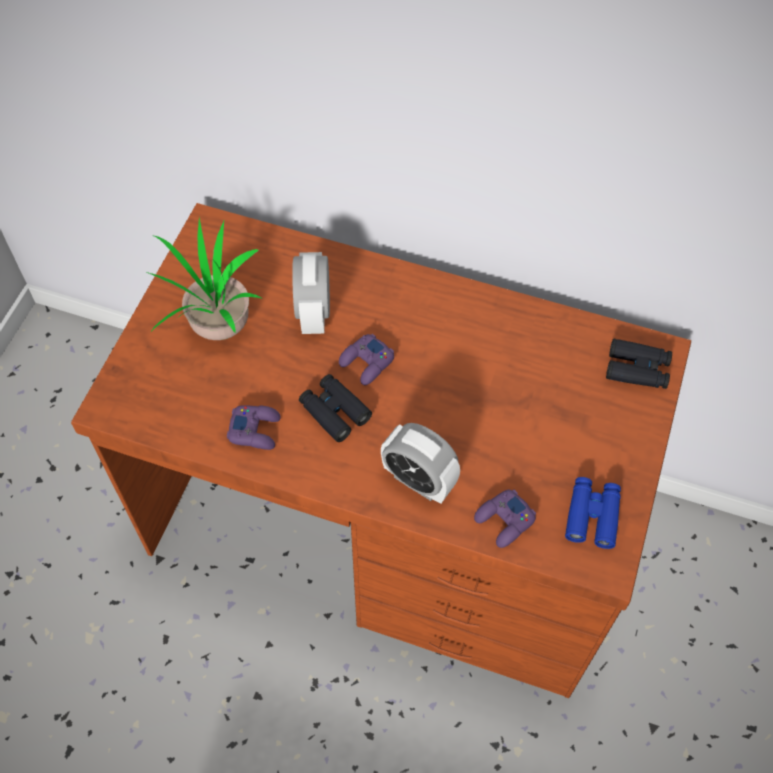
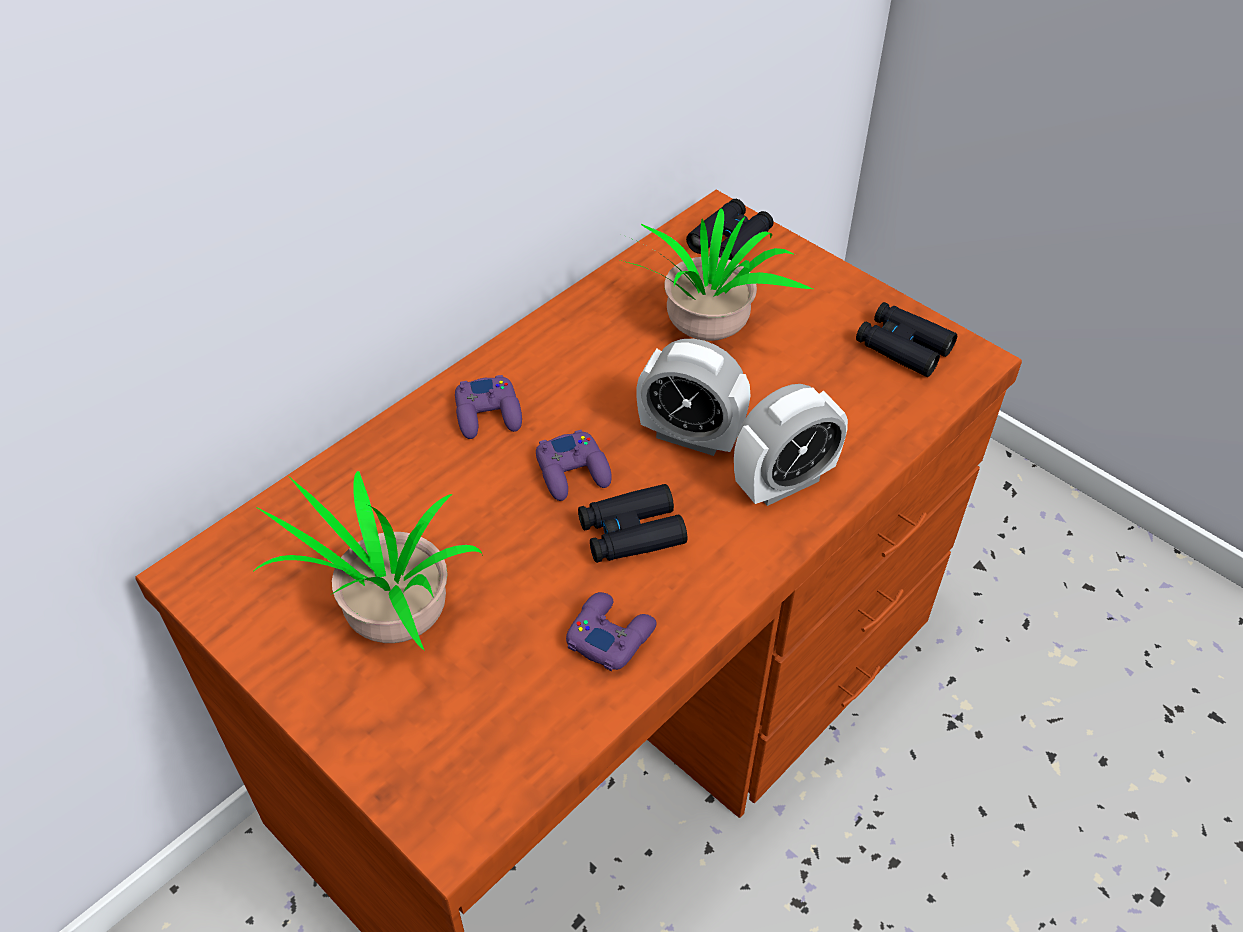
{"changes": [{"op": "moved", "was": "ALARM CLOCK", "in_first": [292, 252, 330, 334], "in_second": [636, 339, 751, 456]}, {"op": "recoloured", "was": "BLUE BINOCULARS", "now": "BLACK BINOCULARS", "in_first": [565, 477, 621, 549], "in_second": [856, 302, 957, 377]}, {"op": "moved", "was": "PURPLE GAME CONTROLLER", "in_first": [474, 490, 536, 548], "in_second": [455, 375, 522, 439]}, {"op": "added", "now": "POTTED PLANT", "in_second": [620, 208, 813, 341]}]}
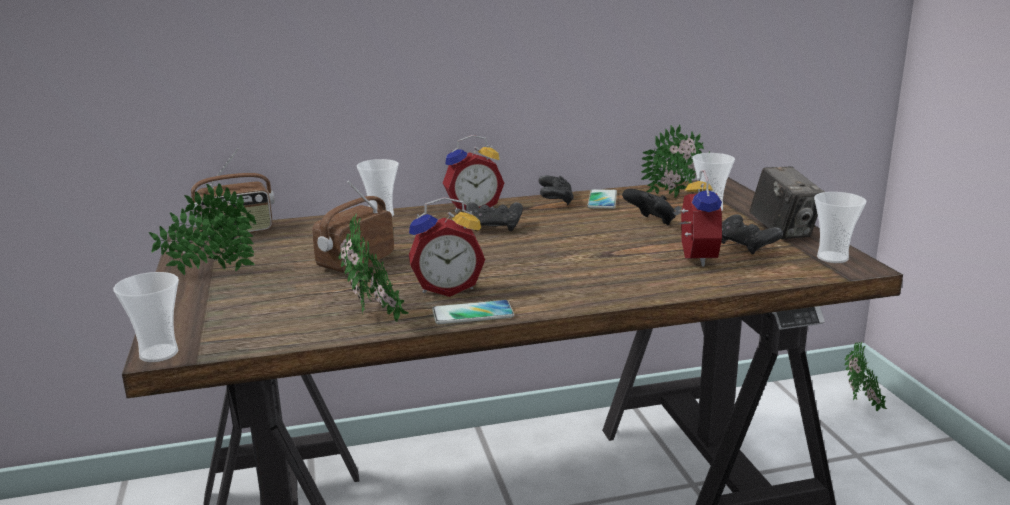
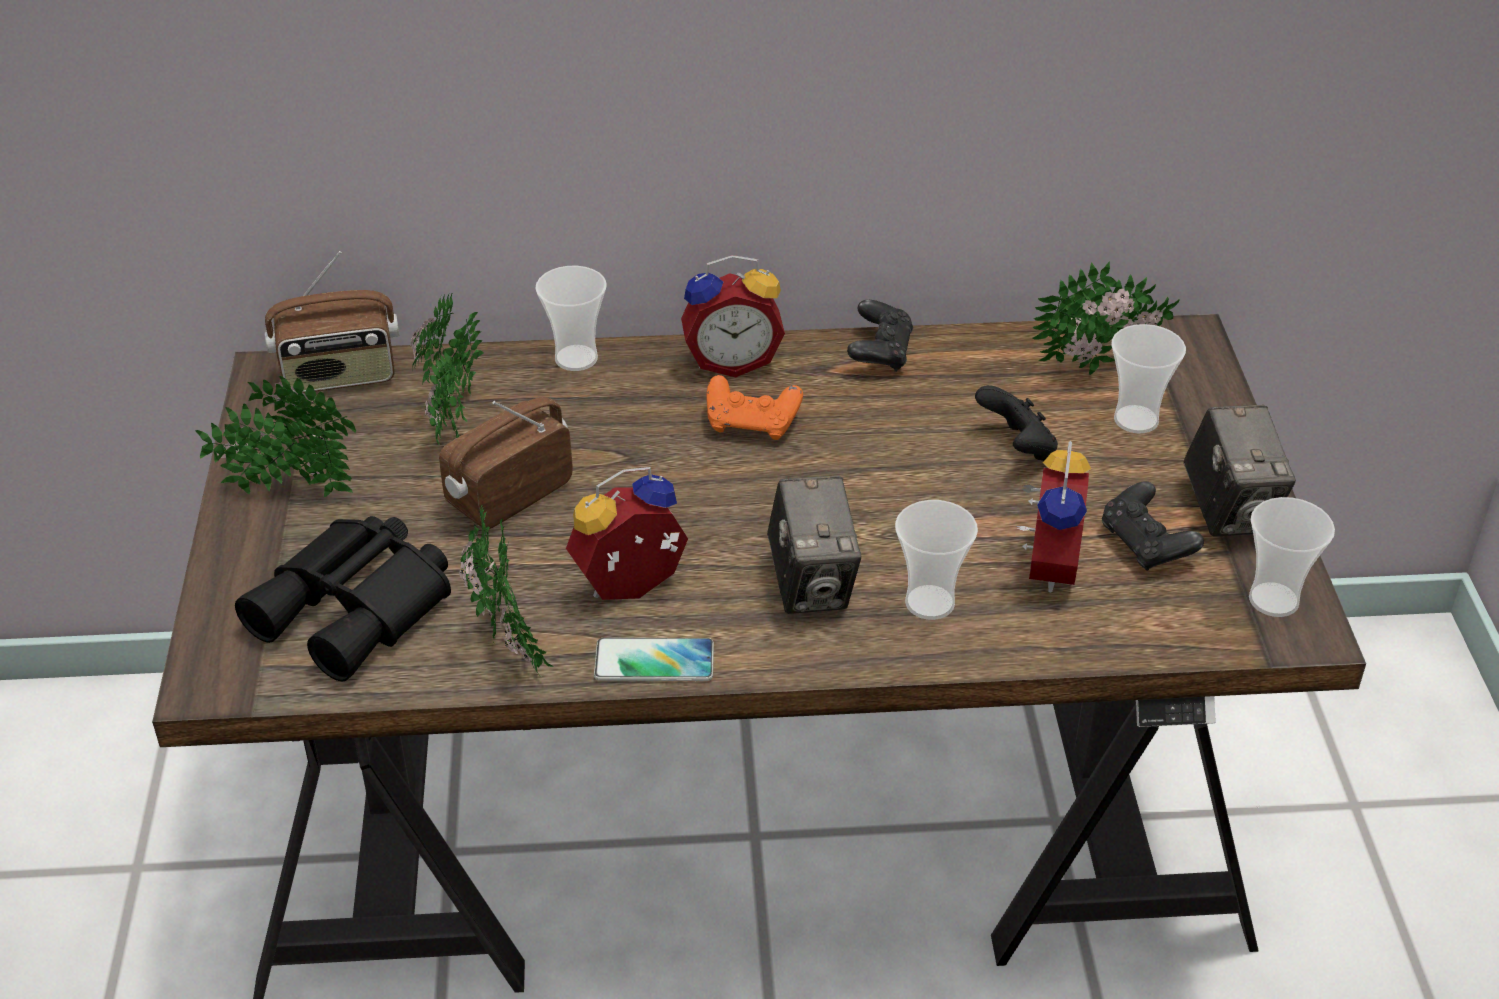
{"changes": [{"op": "removed", "was": "PHONE", "in_first": [587, 189, 617, 209]}, {"op": "turned", "was": "ALARM CLOCK", "in_first": [409, 197, 485, 297], "in_second": [566, 467, 688, 600], "clockwise": 150}, {"op": "recoloured", "was": "BLACK GAME CONTROLLER", "now": "ORANGE GAME CONTROLLER", "in_first": [466, 202, 523, 231], "in_second": [707, 375, 803, 440]}, {"op": "moved", "was": "CUP", "in_first": [113, 272, 179, 362], "in_second": [895, 500, 978, 620]}, {"op": "moved", "was": "POTTED PLANT", "in_first": [844, 341, 887, 411], "in_second": [410, 294, 484, 445]}, {"op": "added", "now": "PHOTO CAMERA", "in_second": [767, 476, 861, 614]}, {"op": "added", "now": "BLACK BINOCULARS", "in_second": [235, 516, 451, 682]}]}
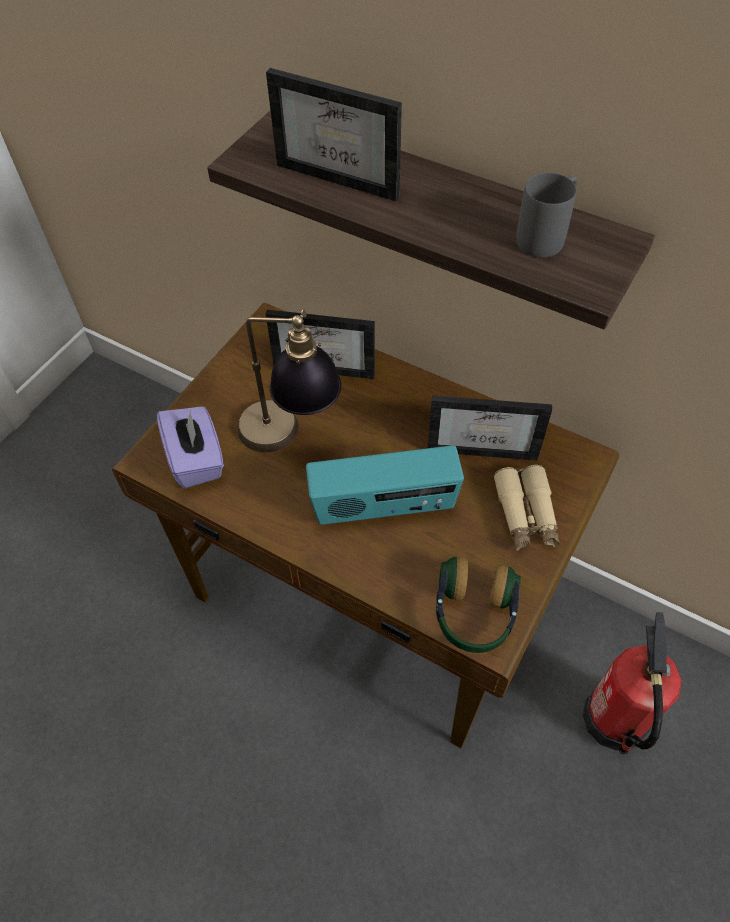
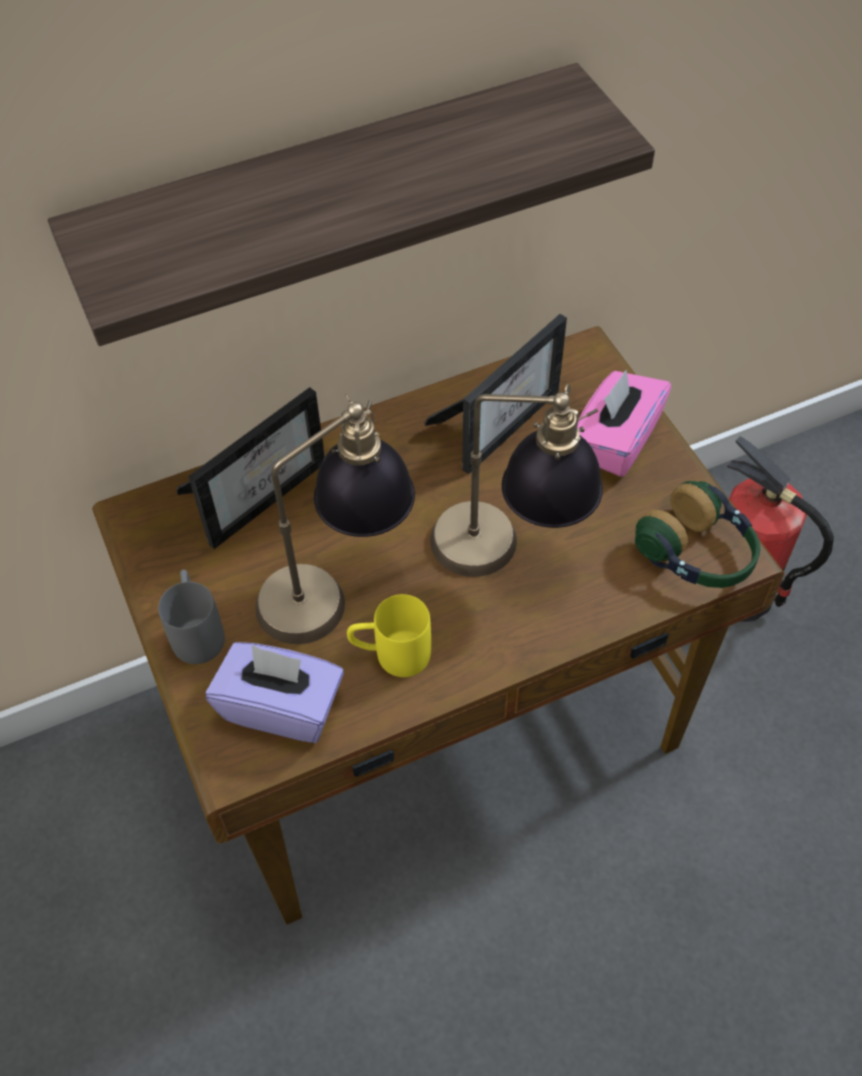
{"changes": [{"op": "removed", "was": "PICTURE FRAME", "in_first": [266, 68, 402, 201]}, {"op": "moved", "was": "GREY MUG", "in_first": [516, 173, 577, 258], "in_second": [158, 570, 225, 664]}, {"op": "replaced", "was": "RADIO", "now": "TABLE LAMP", "in_first": [306, 445, 464, 525], "in_second": [430, 384, 603, 577]}, {"op": "replaced", "was": "BEIGE BINOCULARS", "now": "PINK TISSUE BOX", "in_first": [493, 465, 560, 551], "in_second": [577, 370, 672, 477]}, {"op": "added", "now": "YELLOW MUG", "in_second": [347, 594, 431, 677]}]}
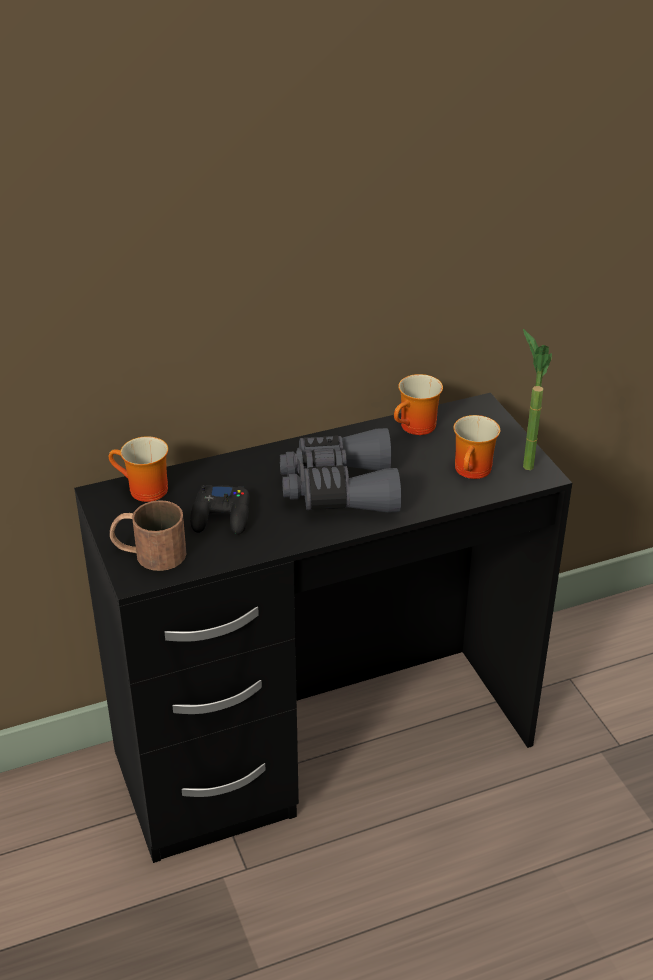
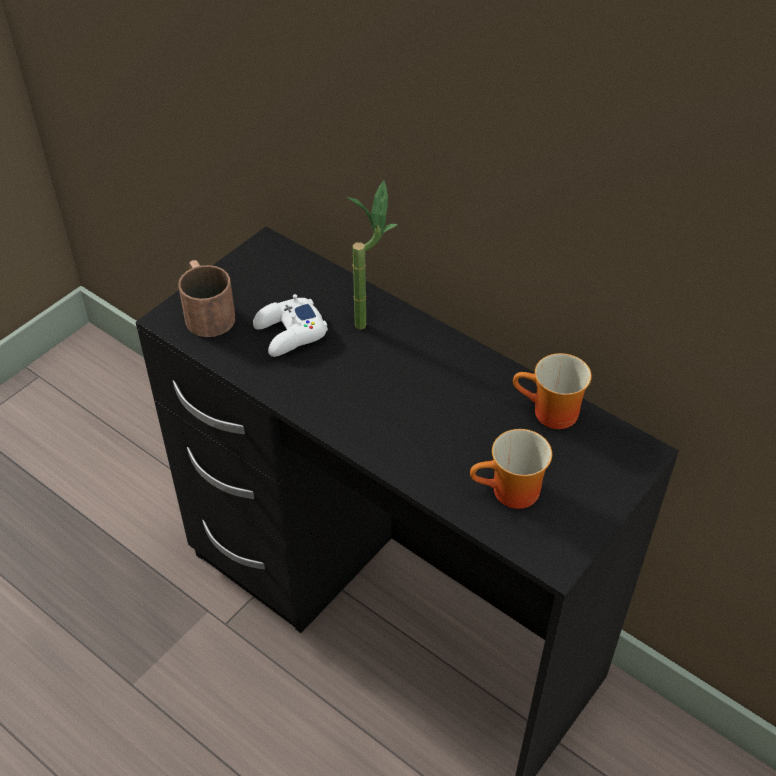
{"changes": [{"op": "moved", "was": "POTTED PLANT", "in_first": [523, 329, 552, 470], "in_second": [347, 180, 398, 330]}, {"op": "removed", "was": "GREY BINOCULARS", "in_first": [280, 428, 401, 513]}, {"op": "removed", "was": "MUG", "in_first": [109, 436, 168, 502]}, {"op": "recoloured", "was": "BLACK GAME CONTROLLER", "now": "WHITE GAME CONTROLLER", "in_first": [190, 485, 250, 535], "in_second": [253, 294, 328, 357]}]}
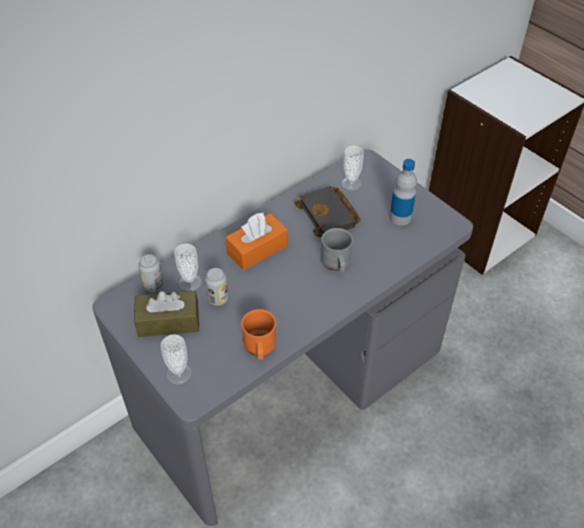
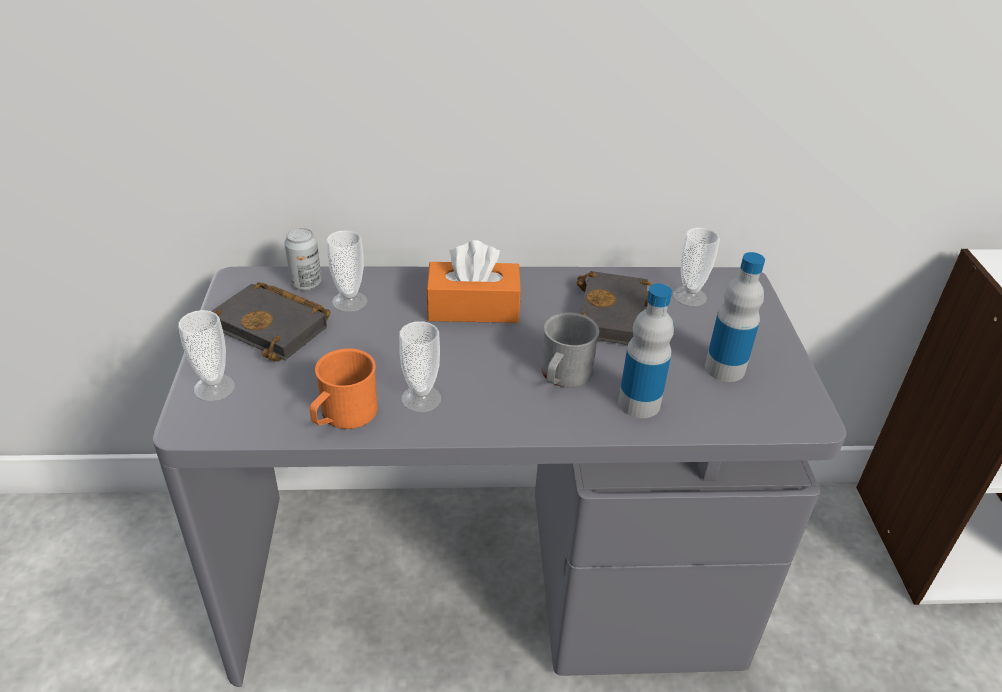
{"changes": [{"op": "removed", "was": "CAN", "in_first": [205, 268, 229, 306]}, {"op": "replaced", "was": "BROWN TISSUE BOX", "now": "BLACK BOOK", "in_first": [134, 291, 199, 337], "in_second": [211, 282, 330, 362]}, {"op": "added", "now": "BOTTLE", "in_second": [618, 284, 674, 418]}, {"op": "added", "now": "CUP", "in_second": [399, 321, 441, 412]}]}
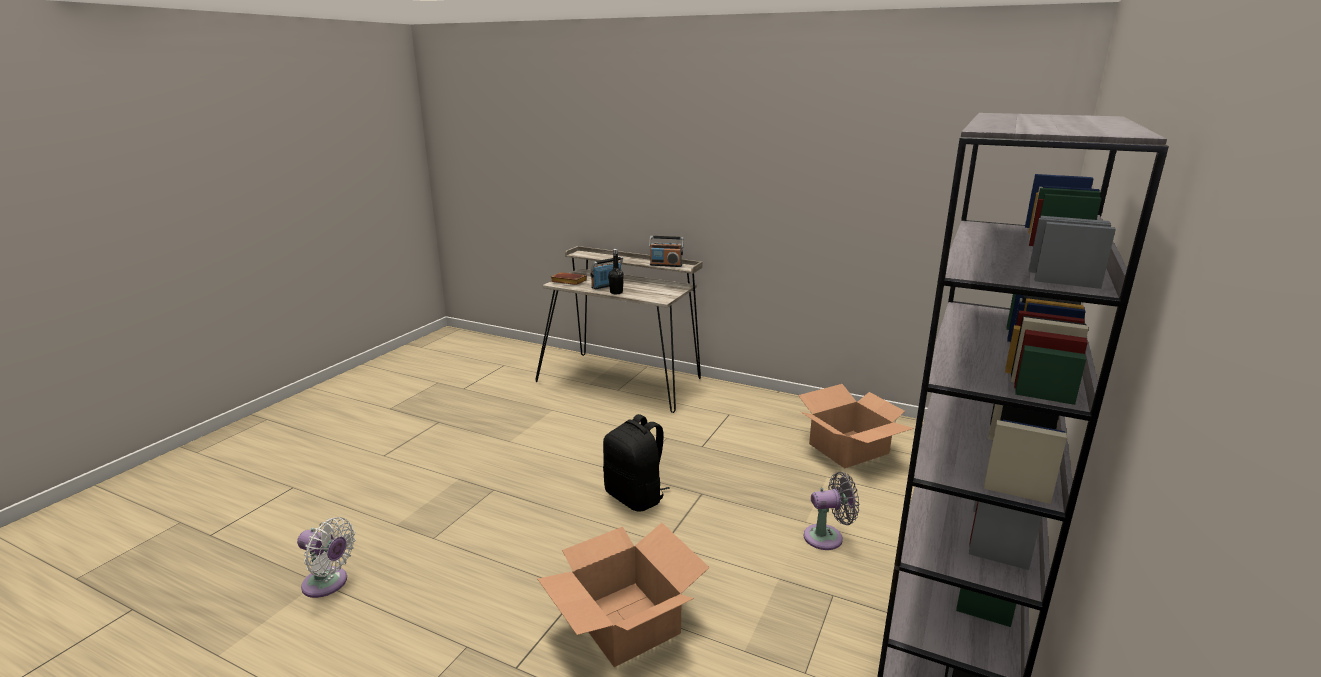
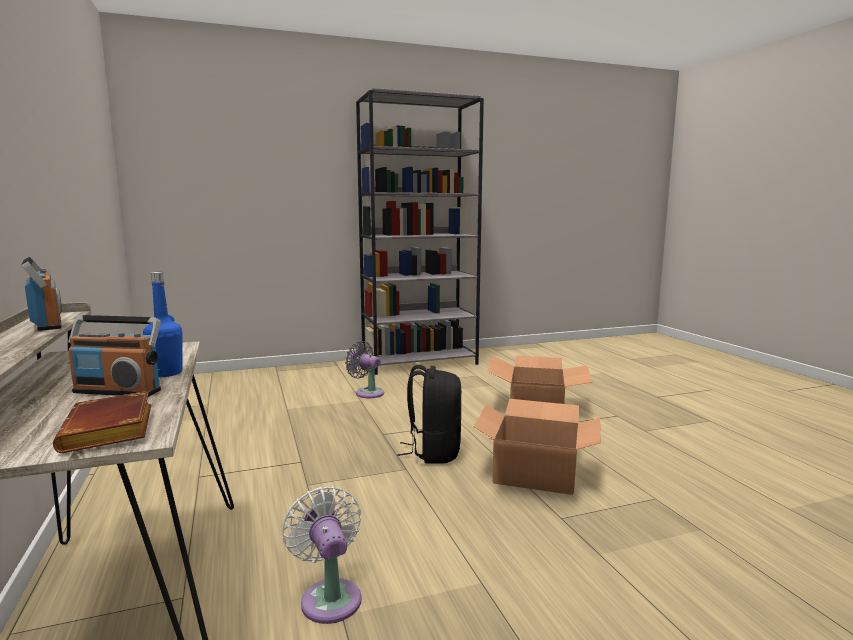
{"changes": [{"op": "recoloured", "was": "BLACK BOTTLE", "now": "BLUE BOTTLE", "in_first": [608, 249, 624, 294], "in_second": [143, 272, 182, 377]}, {"op": "moved", "was": "CARDBOARD BOX", "in_first": [798, 384, 914, 468], "in_second": [474, 399, 601, 495]}, {"op": "moved", "was": "WHITE FAN", "in_first": [297, 517, 356, 598], "in_second": [282, 486, 361, 624]}]}
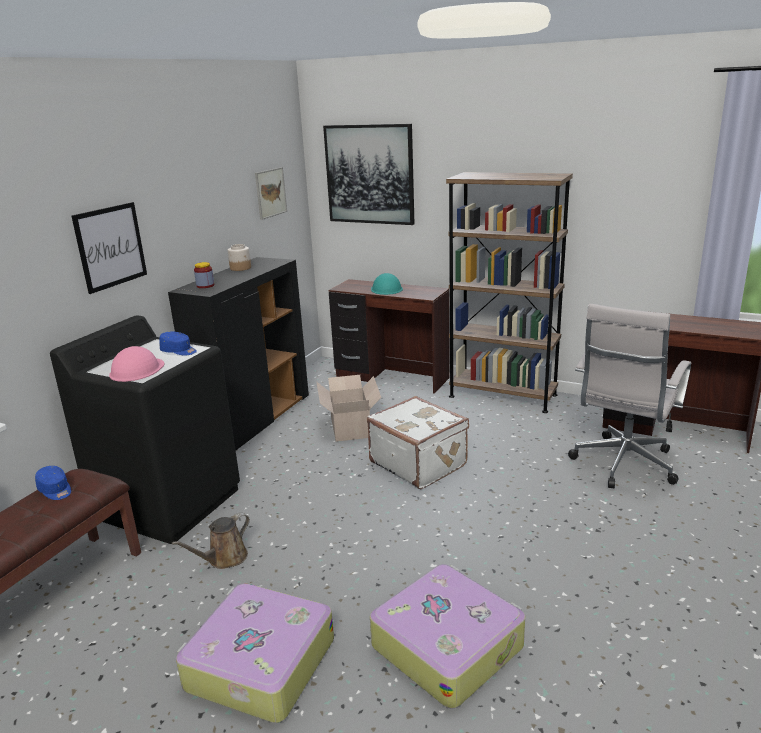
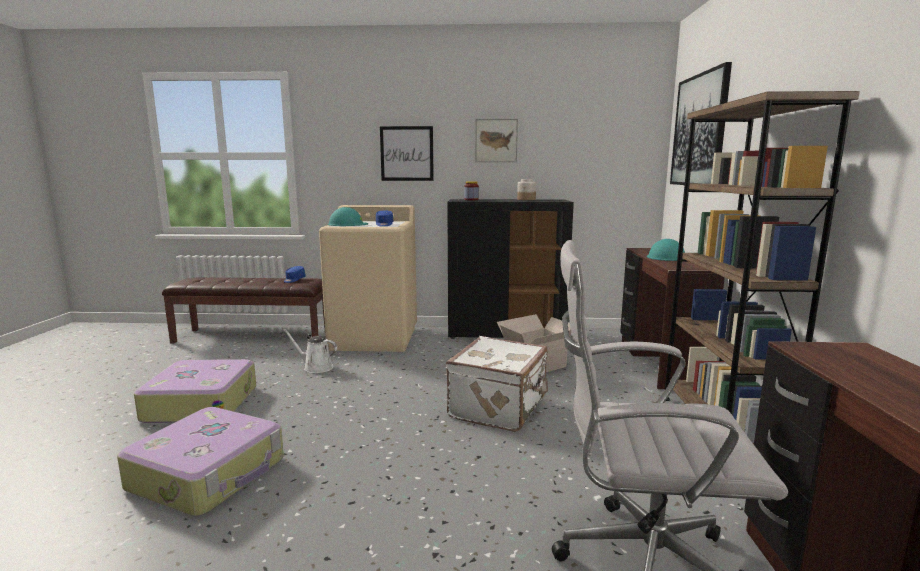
{"changes": [{"op": "moved", "was": "PICTURE", "in_first": [255, 167, 287, 220], "in_second": [475, 119, 518, 162]}, {"op": "recoloured", "was": "BLACK WASHING MACHINE", "now": "BEIGE WASHING MACHINE", "in_first": [50, 315, 240, 544], "in_second": [319, 205, 417, 352]}, {"op": "recoloured", "was": "PINK HARD HAT", "now": "TURQUOISE HARD HAT", "in_first": [109, 346, 164, 382], "in_second": [328, 207, 368, 226]}, {"op": "recoloured", "was": "BROWN WATERING CAN", "now": "WHITE WATERING CAN", "in_first": [172, 513, 250, 569], "in_second": [282, 329, 337, 373]}]}
